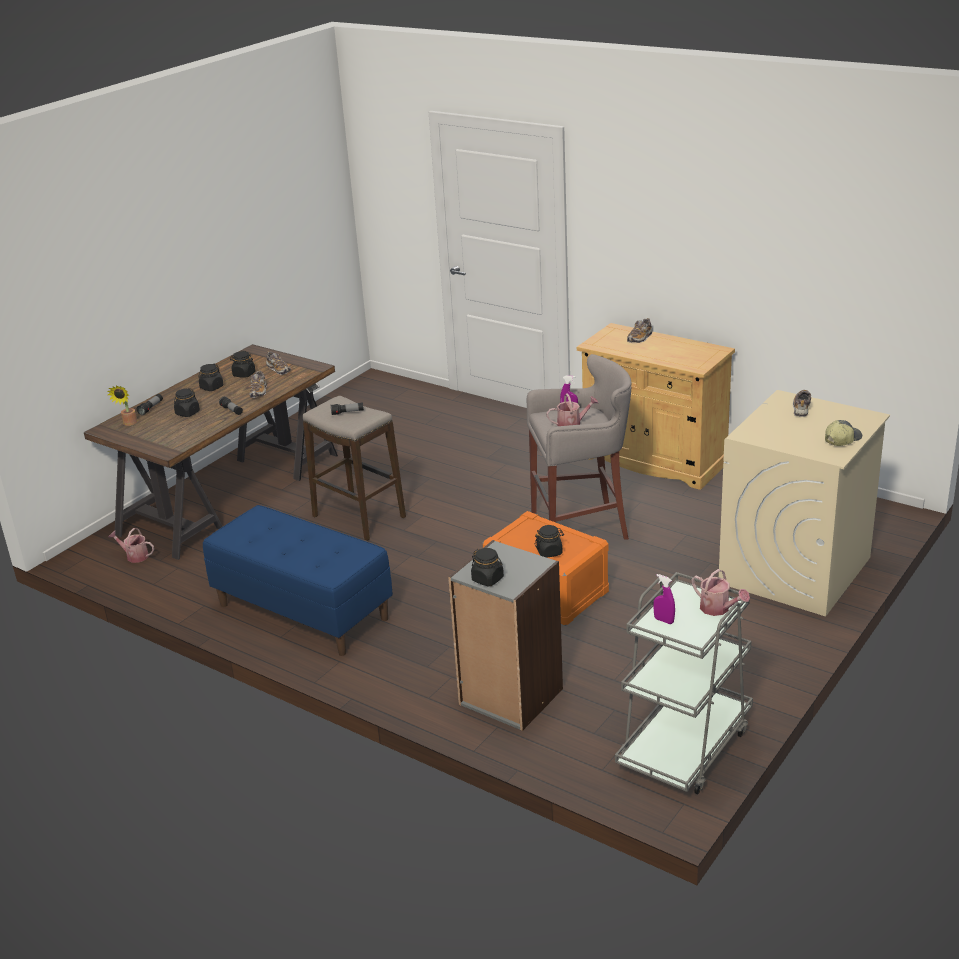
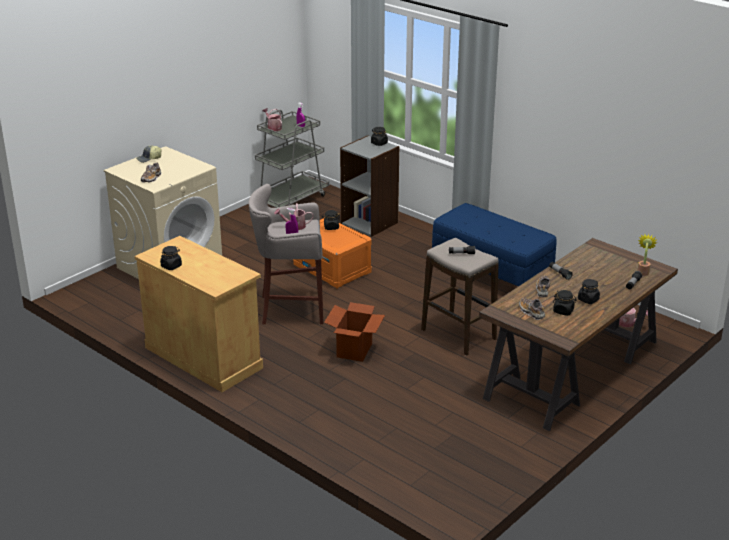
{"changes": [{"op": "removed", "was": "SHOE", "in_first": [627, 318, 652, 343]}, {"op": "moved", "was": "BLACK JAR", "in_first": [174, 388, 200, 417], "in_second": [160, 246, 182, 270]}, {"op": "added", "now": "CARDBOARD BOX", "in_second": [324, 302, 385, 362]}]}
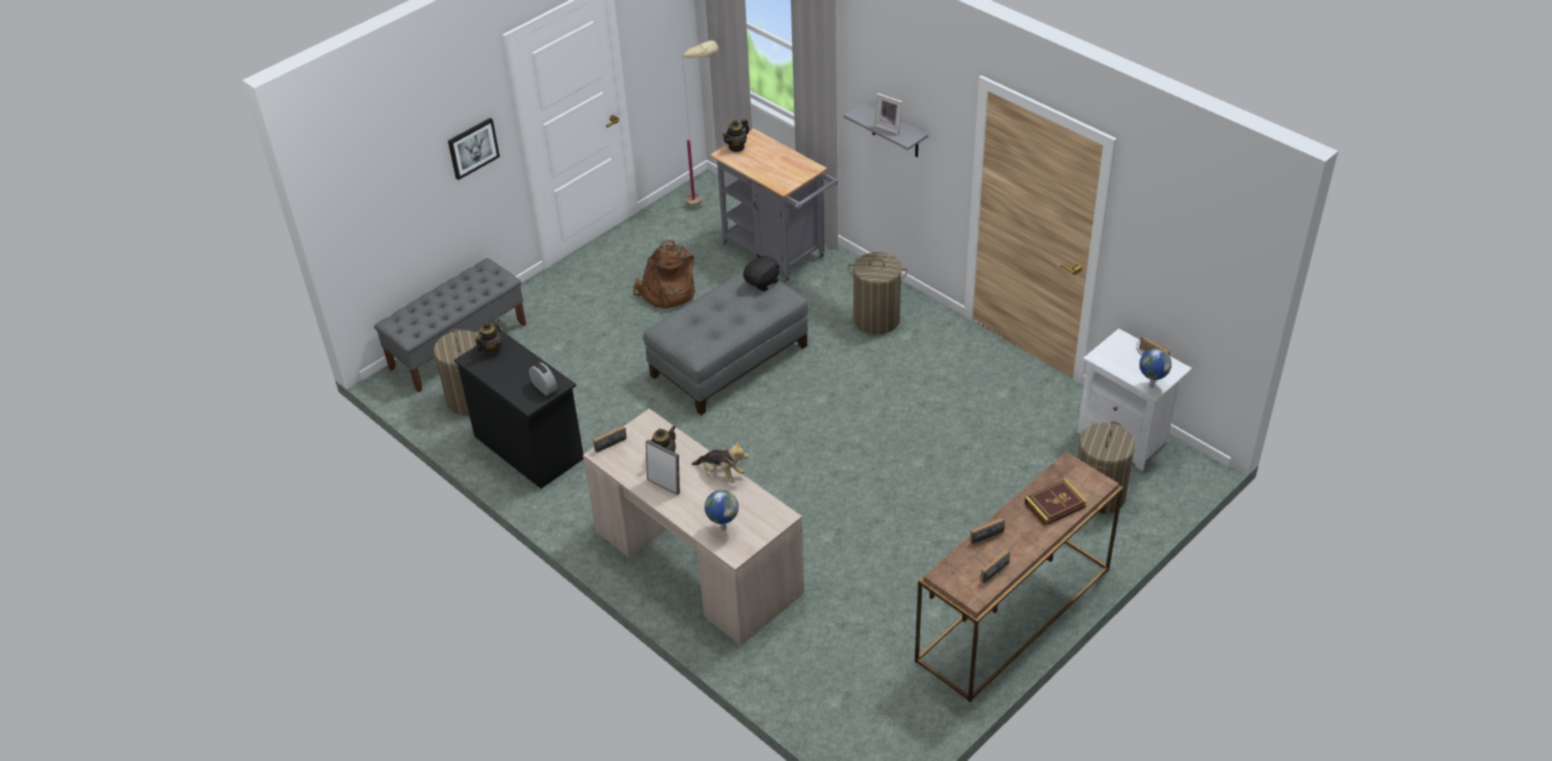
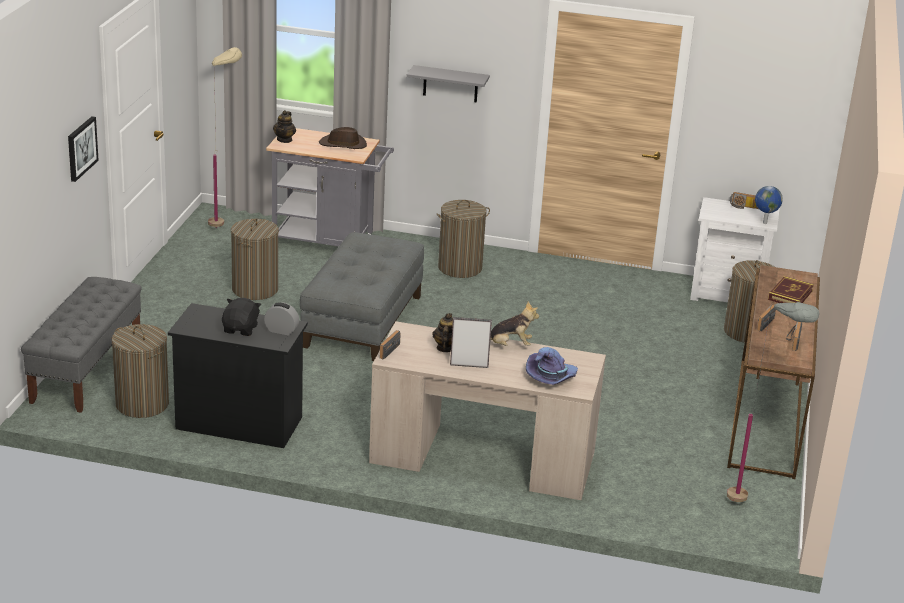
{"changes": [{"op": "removed", "was": "PICTURE FRAME", "in_first": [874, 93, 903, 134]}, {"op": "replaced", "was": "BROWN BACKPACK", "now": "LAUNDRY BASKET", "in_first": [633, 240, 695, 309], "in_second": [231, 218, 279, 300]}, {"op": "moved", "was": "BLACK PLUSH TOY", "in_first": [743, 254, 780, 291], "in_second": [222, 298, 261, 336]}, {"op": "removed", "was": "TEAPOT", "in_first": [475, 319, 503, 355]}, {"op": "replaced", "was": "GLOBE", "now": "PURPLE HAT", "in_first": [705, 490, 739, 531], "in_second": [526, 347, 578, 385]}, {"op": "added", "now": "BROWN HAT", "in_second": [319, 127, 367, 149]}, {"op": "added", "now": "GREY FLOOR LAMP", "in_second": [727, 302, 819, 502]}]}
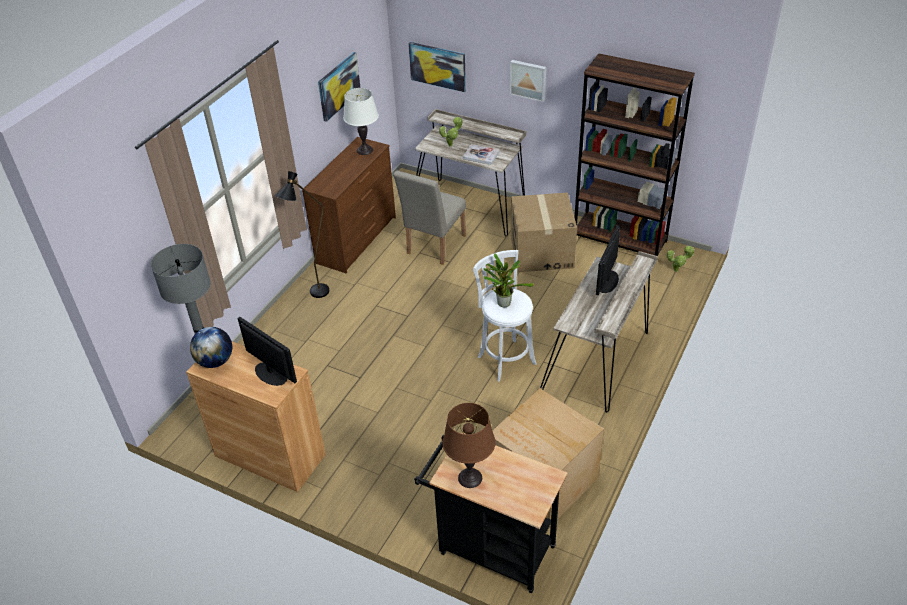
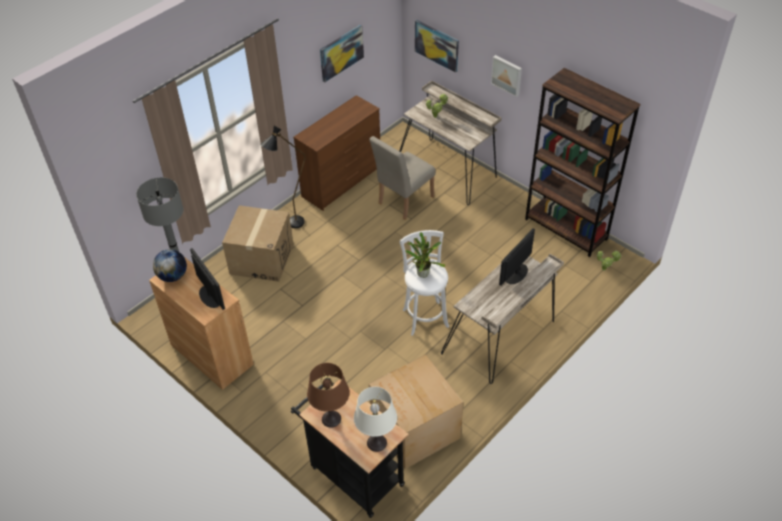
{"changes": [{"op": "moved", "was": "WHITE TABLE LAMP", "in_first": [343, 88, 379, 155], "in_second": [354, 387, 397, 452]}, {"op": "removed", "was": "BOOK", "in_first": [463, 144, 500, 165]}, {"op": "moved", "was": "CARDBOARD BOX", "in_first": [511, 193, 577, 272], "in_second": [222, 205, 294, 282]}]}
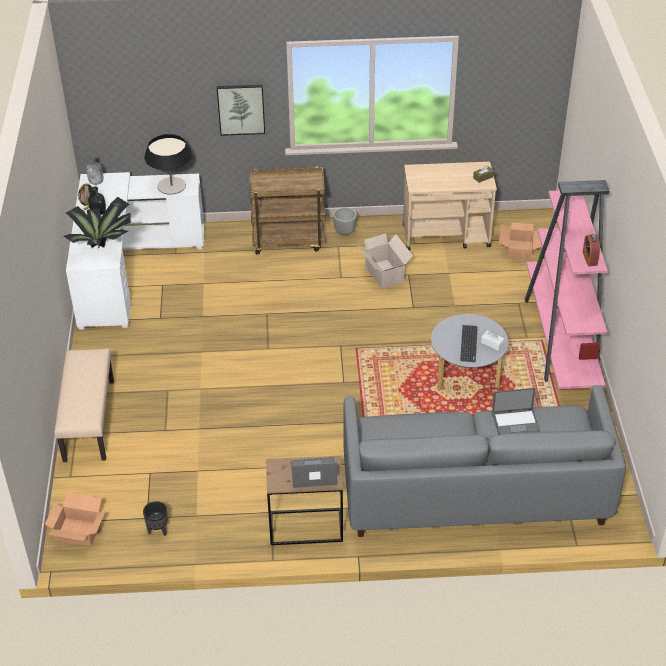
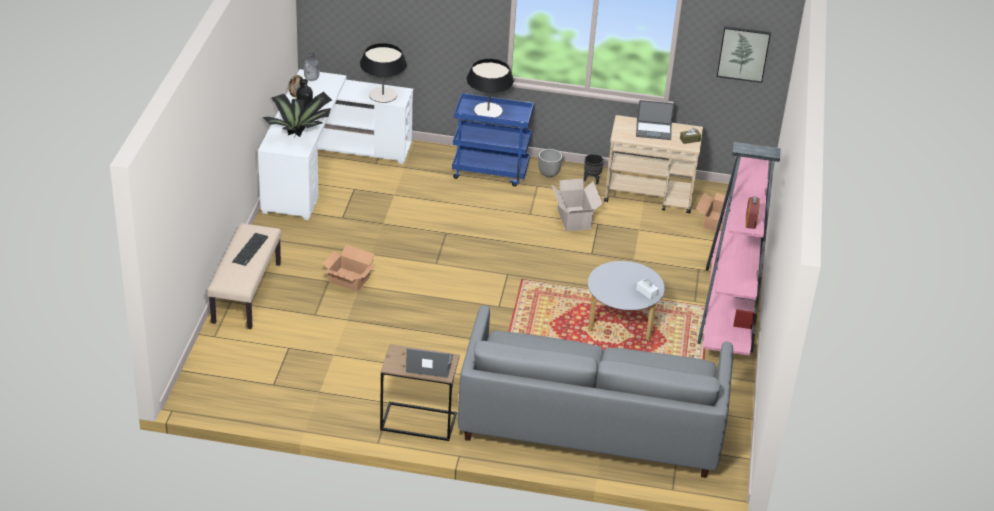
{"changes": [{"op": "moved", "was": "PICTURE", "in_first": [217, 85, 265, 136], "in_second": [717, 26, 771, 83]}, {"op": "recoloured", "was": "BROWN CART", "now": "BLUE CART", "in_first": [249, 167, 326, 255], "in_second": [452, 93, 534, 187]}, {"op": "moved", "was": "KEYBOARD", "in_first": [460, 325, 478, 362], "in_second": [232, 233, 268, 266]}, {"op": "moved", "was": "LAPTOP", "in_first": [492, 388, 540, 435], "in_second": [636, 100, 675, 140]}, {"op": "moved", "was": "CARDBOARD BOX", "in_first": [45, 493, 106, 546], "in_second": [323, 245, 376, 291]}, {"op": "moved", "was": "BLACK PLANTER", "in_first": [143, 501, 168, 536], "in_second": [584, 154, 604, 184]}, {"op": "added", "now": "TABLE LAMP", "in_second": [466, 59, 514, 118]}]}
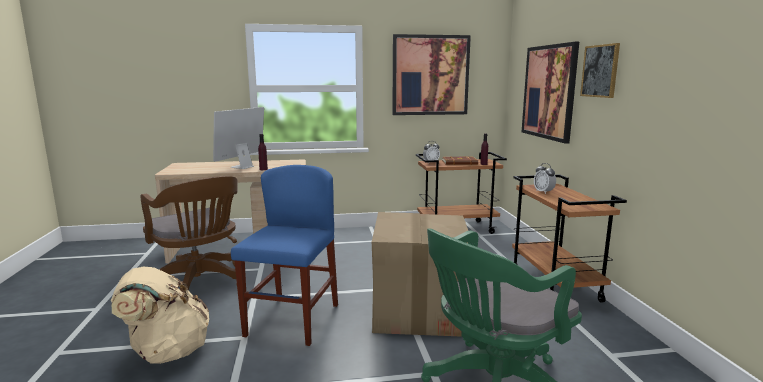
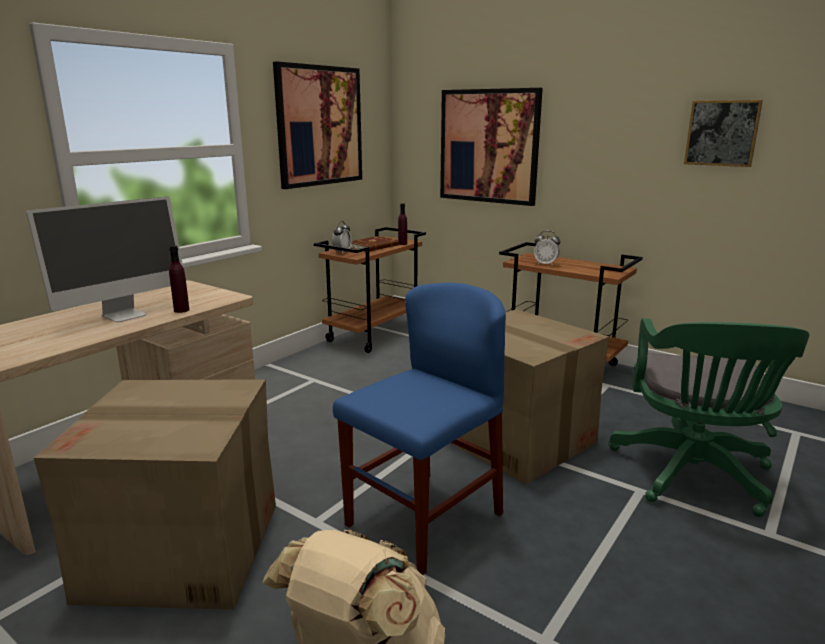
{"changes": [{"op": "moved", "was": "PICTURE", "in_first": [580, 43, 620, 98], "in_second": [684, 100, 763, 167]}, {"op": "turned", "was": "MONITOR", "in_first": [213, 107, 264, 169], "in_second": [26, 196, 183, 322], "clockwise": -120}, {"op": "turned", "was": "BLUE CHAIR", "in_first": [231, 165, 338, 346], "in_second": [333, 283, 506, 575], "clockwise": 75}, {"op": "replaced", "was": "BROWN OFFICE CHAIR", "now": "CARDBOARD BOX", "in_first": [140, 176, 238, 293], "in_second": [34, 379, 276, 610]}]}
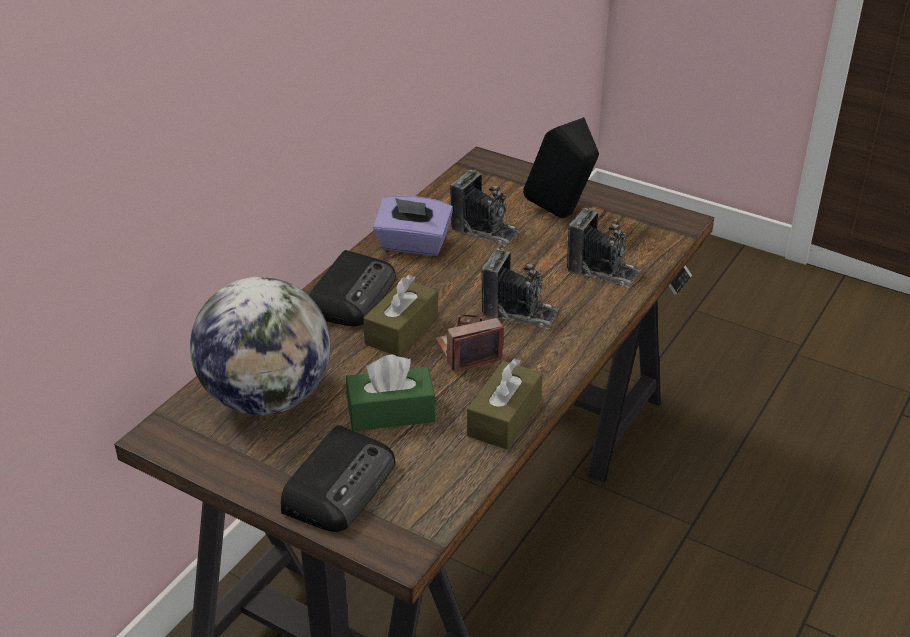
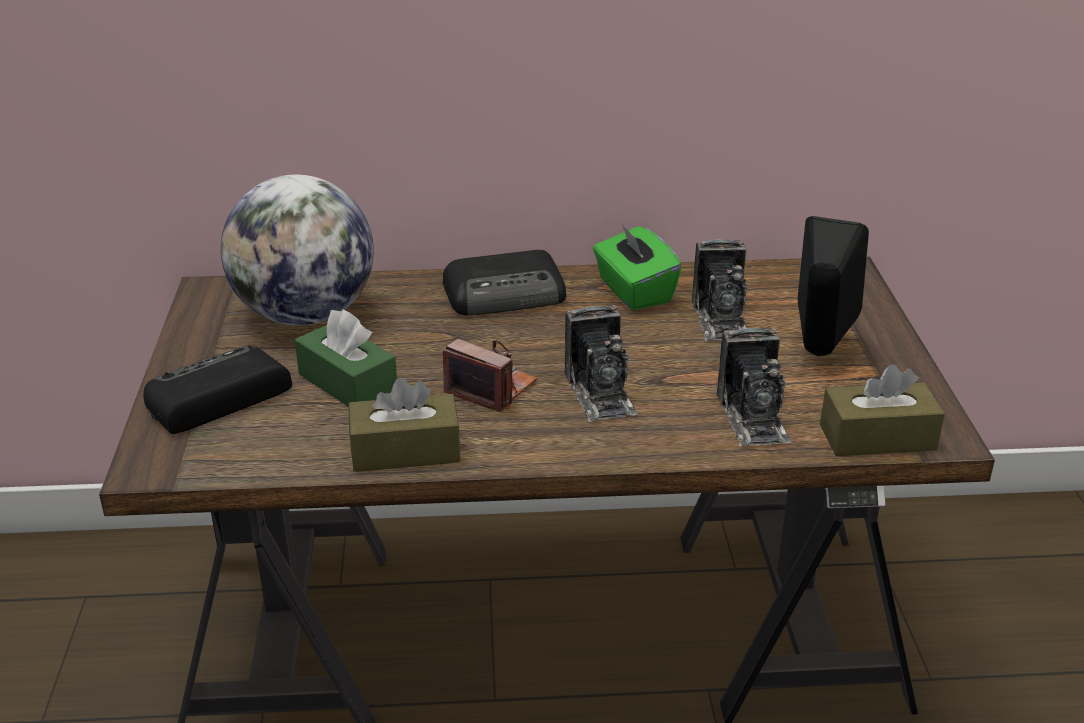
{"changes": [{"op": "recoloured", "was": "PURPLE TISSUE BOX", "now": "GREEN TISSUE BOX", "in_first": [373, 196, 453, 256], "in_second": [593, 222, 682, 310]}, {"op": "moved", "was": "BROWN TISSUE BOX", "in_first": [363, 275, 438, 357], "in_second": [820, 364, 945, 456]}, {"op": "turned", "was": "RADIO", "in_first": [281, 425, 395, 532], "in_second": [143, 345, 292, 434], "clockwise": 150}]}
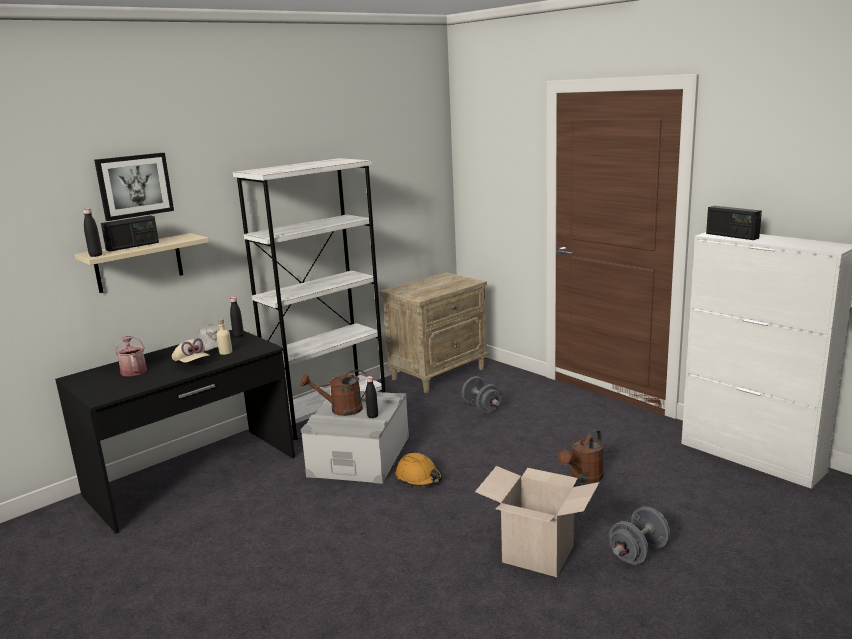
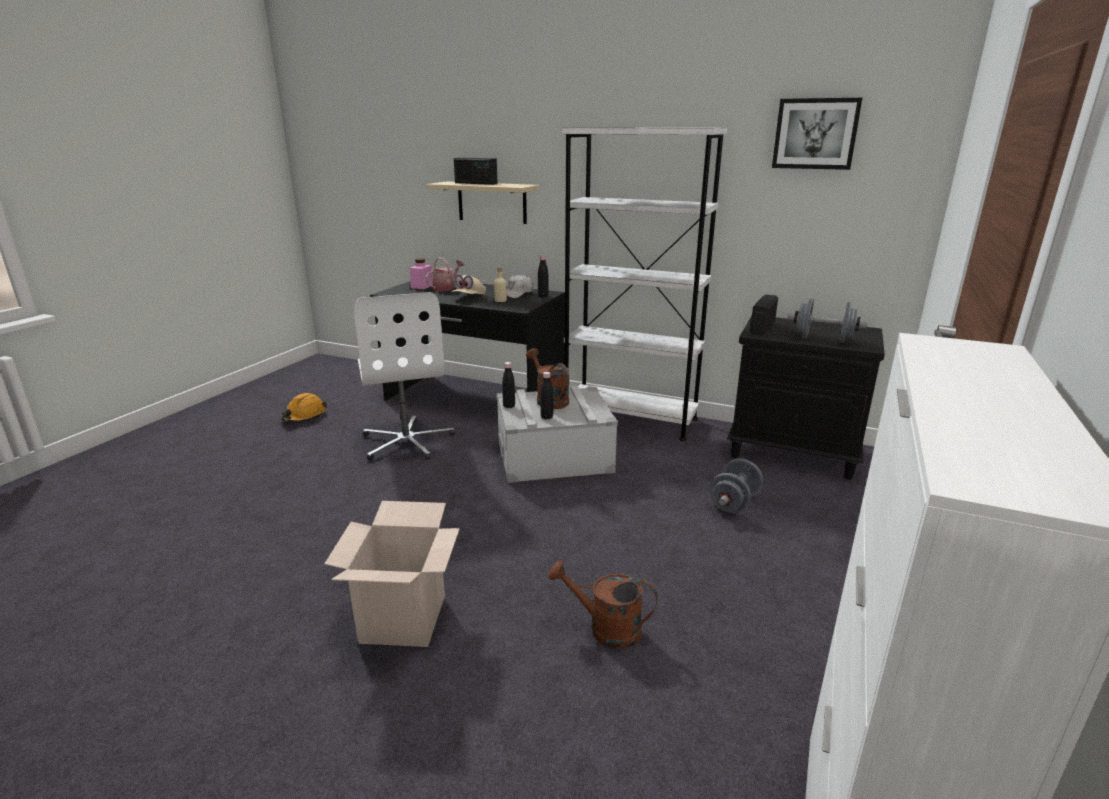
{"changes": [{"op": "moved", "was": "PICTURE", "in_first": [94, 153, 174, 221], "in_second": [772, 98, 862, 170]}, {"op": "moved", "was": "RADIO", "in_first": [706, 206, 762, 240], "in_second": [750, 294, 778, 335]}, {"op": "moved", "was": "BLACK BOTTLE", "in_first": [83, 208, 102, 257], "in_second": [502, 362, 515, 408]}, {"op": "recoloured", "was": "BEIGE NIGHTSTAND", "now": "BLACK NIGHTSTAND", "in_first": [380, 272, 490, 393], "in_second": [727, 315, 885, 480]}, {"op": "moved", "was": "ORANGE HARD HAT", "in_first": [396, 453, 442, 487], "in_second": [281, 393, 327, 422]}, {"op": "moved", "was": "GREY DUMBBELL", "in_first": [609, 506, 670, 565], "in_second": [787, 298, 868, 343]}, {"op": "added", "now": "PINK JAR", "in_second": [410, 258, 433, 289]}, {"op": "added", "now": "WHITE OFFICE CHAIR", "in_second": [354, 292, 455, 460]}]}
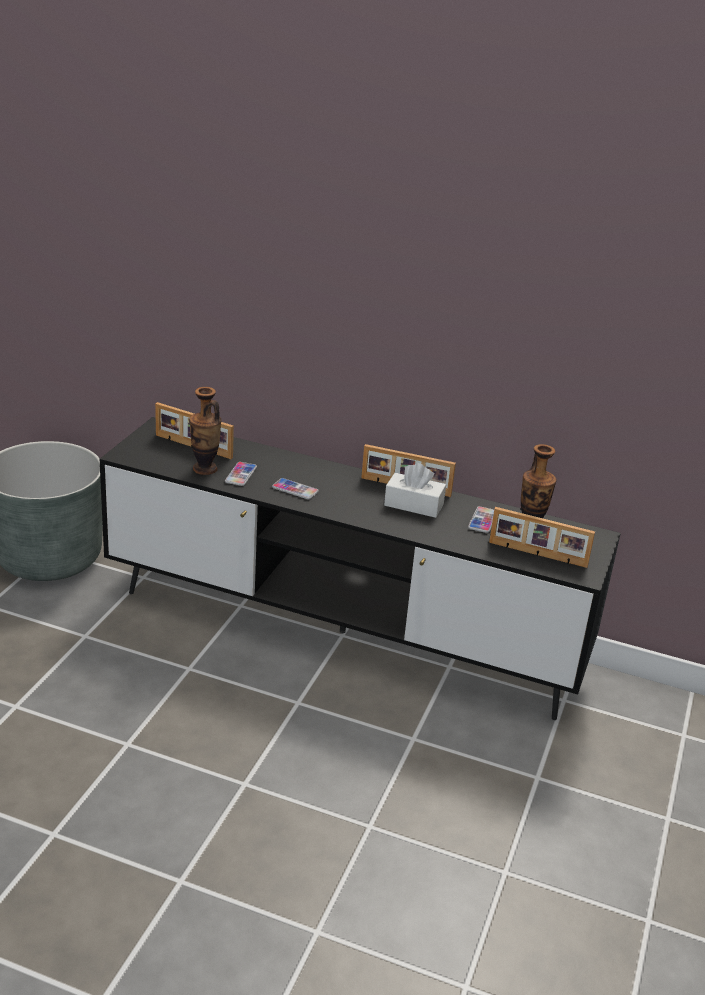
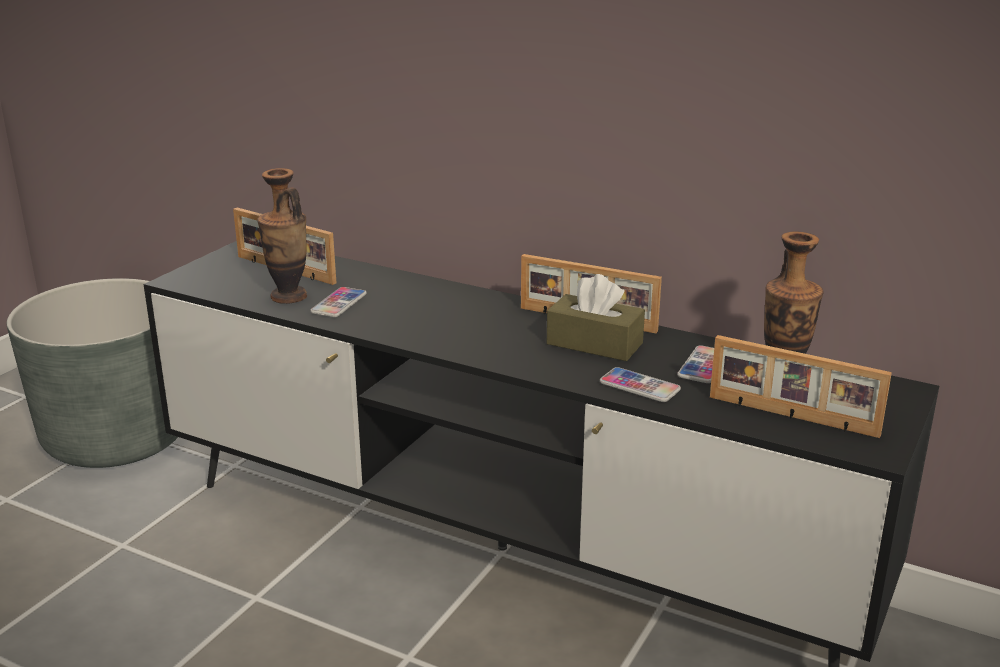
{"changes": [{"op": "recoloured", "was": "WHITE TISSUE BOX", "now": "BROWN TISSUE BOX", "in_first": [384, 463, 446, 518], "in_second": [547, 274, 645, 361]}, {"op": "moved", "was": "PHONE", "in_first": [272, 478, 319, 499], "in_second": [600, 367, 681, 402]}]}
